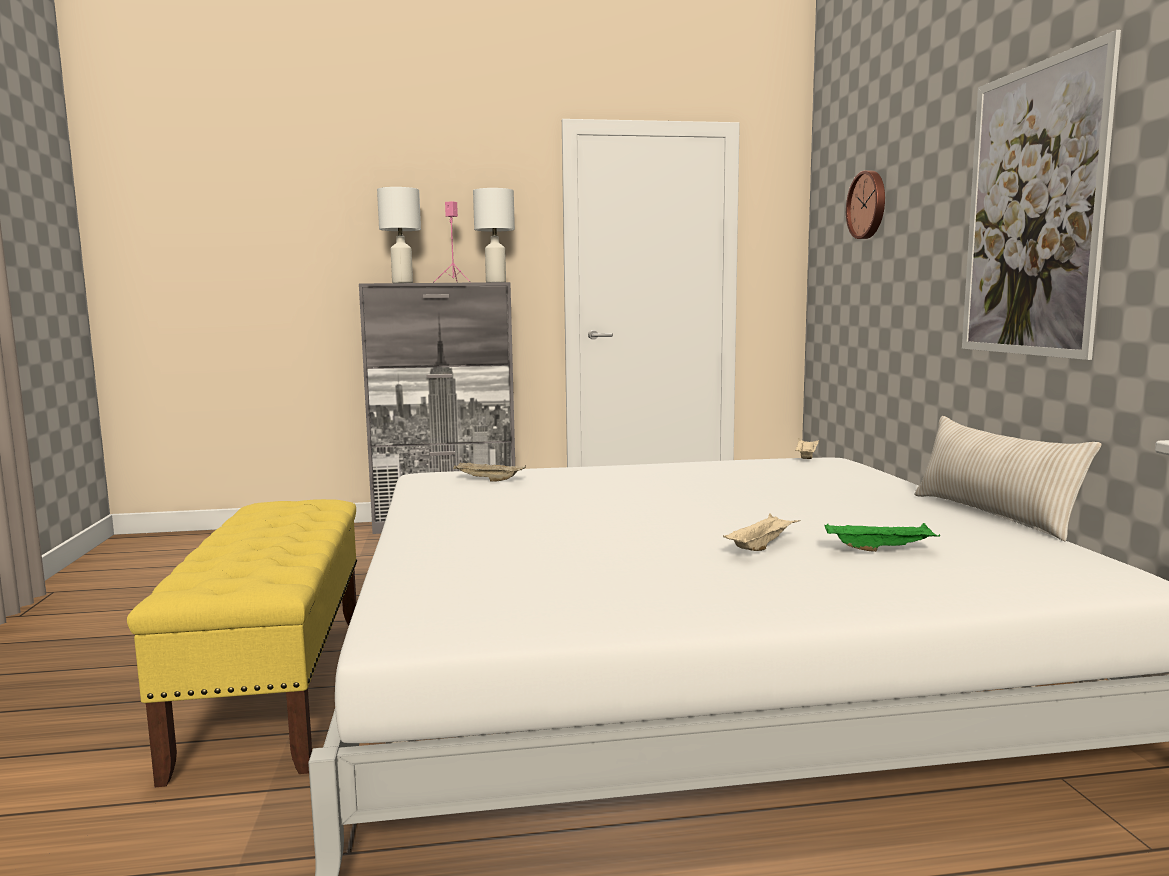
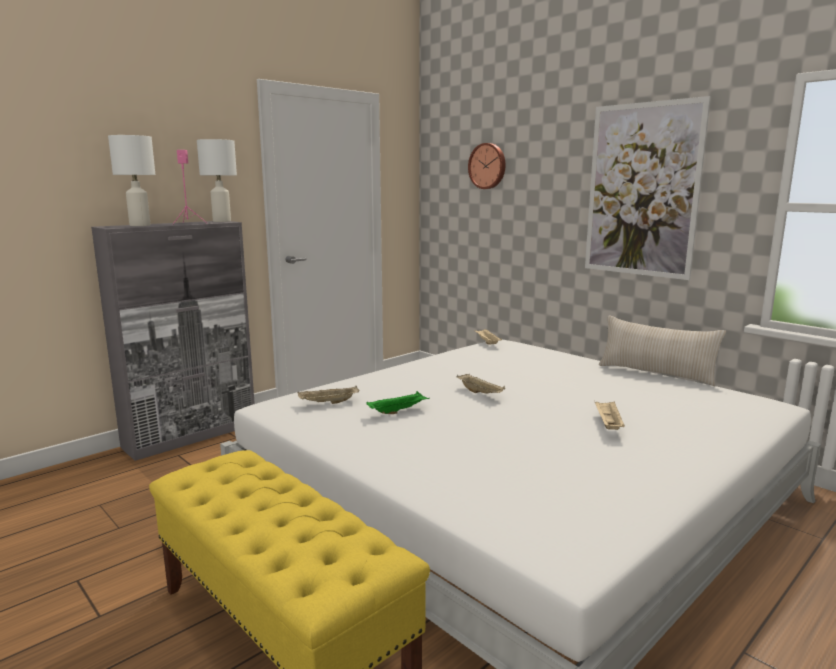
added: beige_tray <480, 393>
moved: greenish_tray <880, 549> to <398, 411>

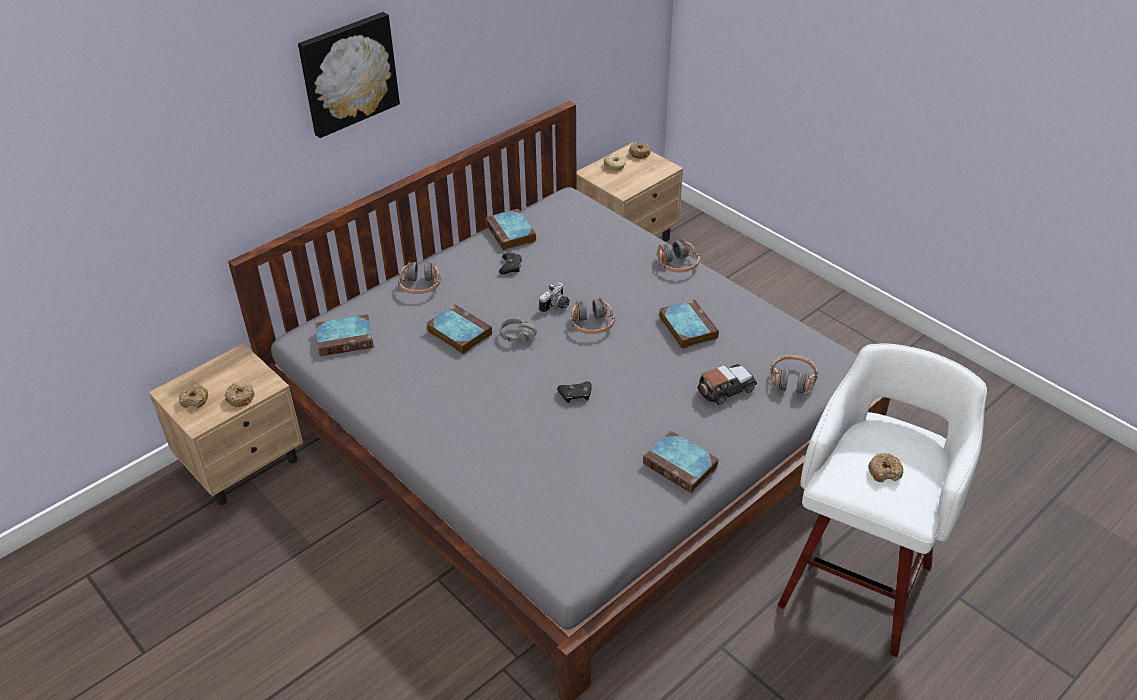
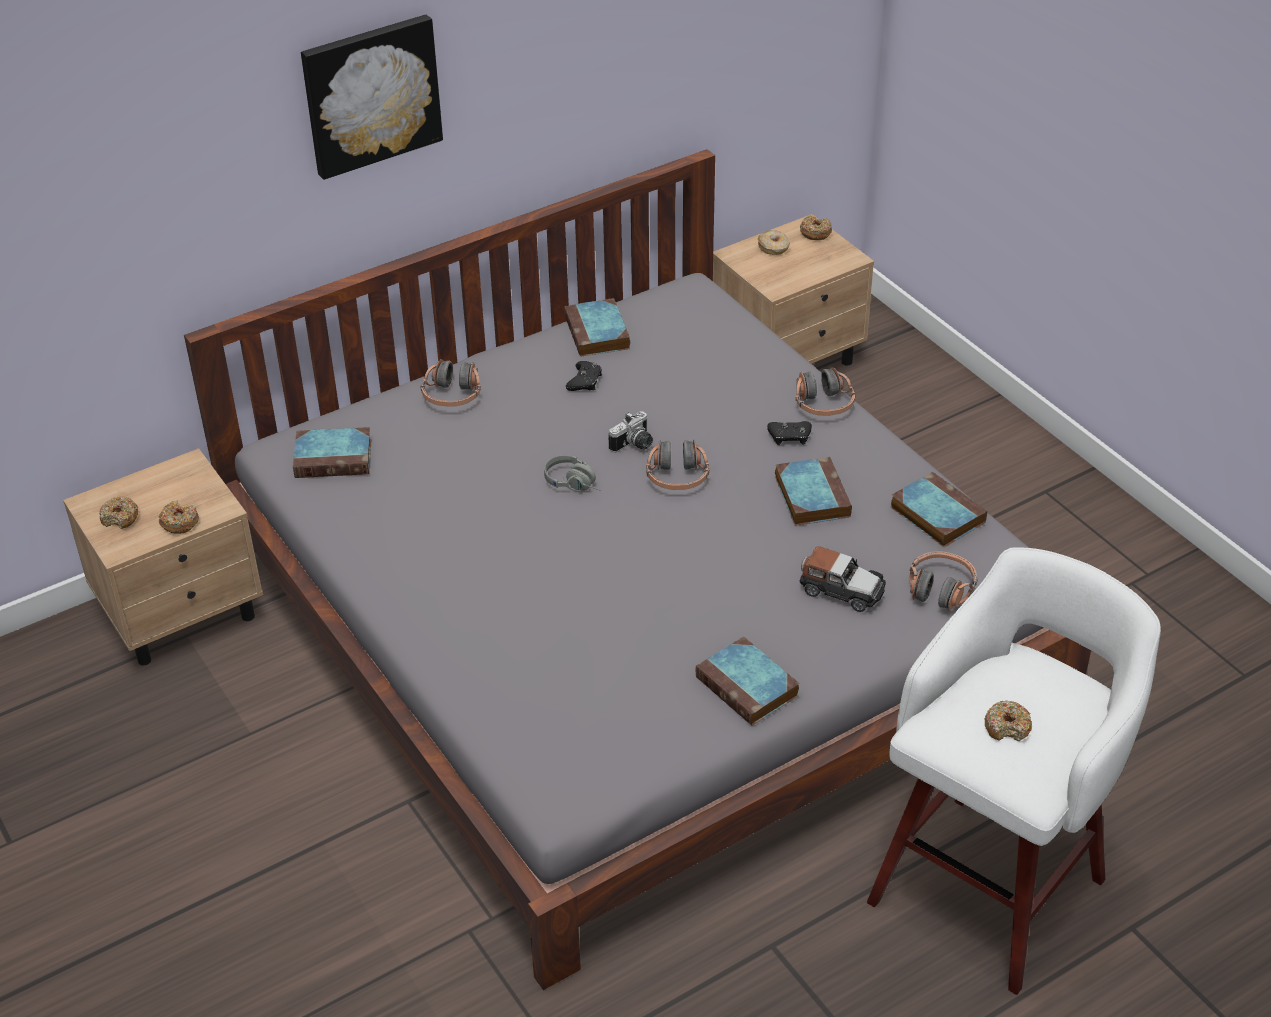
moved: volume <458, 332> to <935, 514>; black_joypad <575, 395> to <789, 436>
turned: miniature_car <726, 389> = <841, 590> 45 degrees clockwise

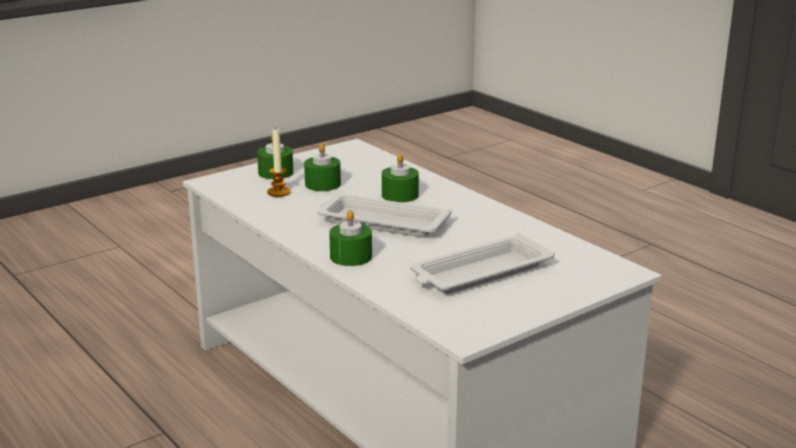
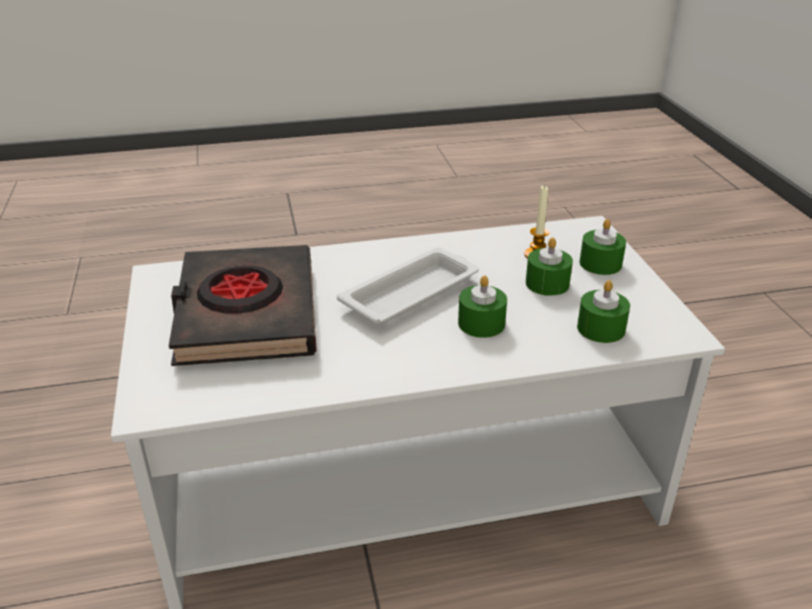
moved: greenish_candle <351, 256> to <601, 328>
replaced: whitish_tray <479, 273> to black_volume <246, 314>

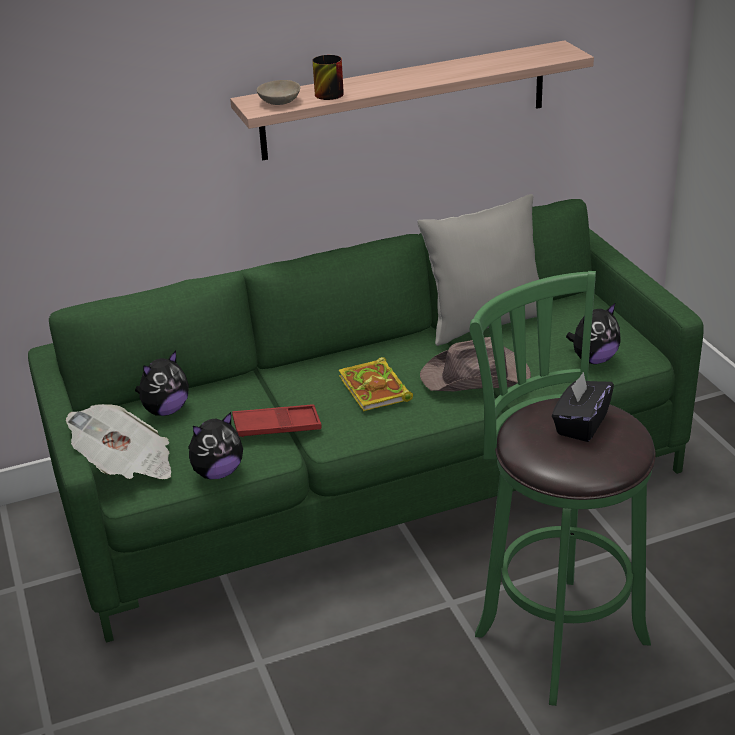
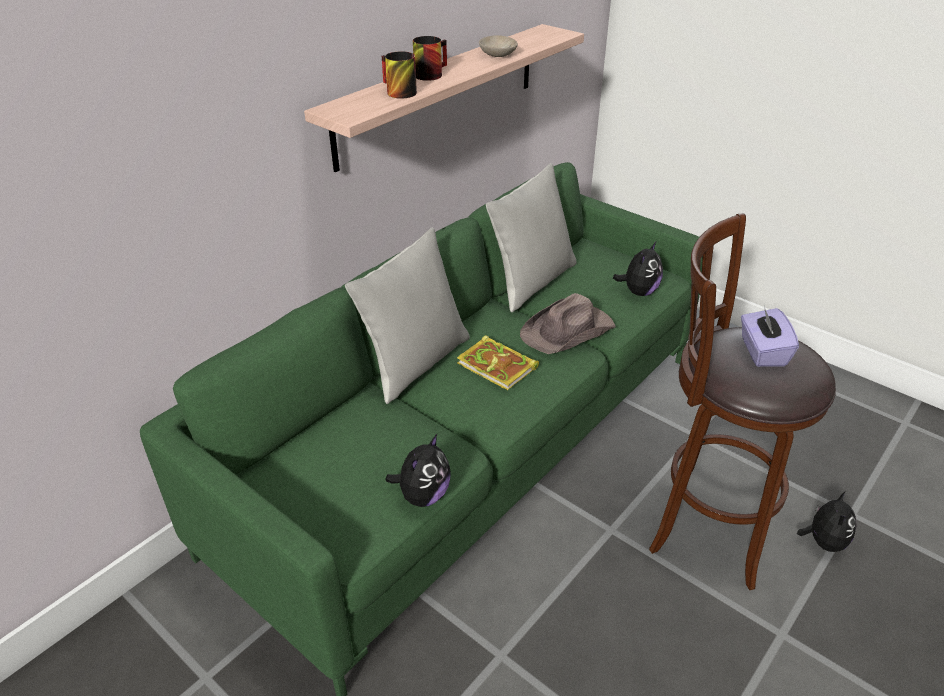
removed: newspaper <127, 465>; red_tray <277, 426>
added: gray_cushion <415, 363>; coffee_mug <429, 73>
moved: plush_toy <165, 410> to <823, 541>; beige_deep_dish <278, 101> to <496, 54>
recoloured: greenish_stool <555, 633> to brownish_stool <704, 525>; black_tissue_holder <581, 424> to purple_tissue_holder <762, 352>

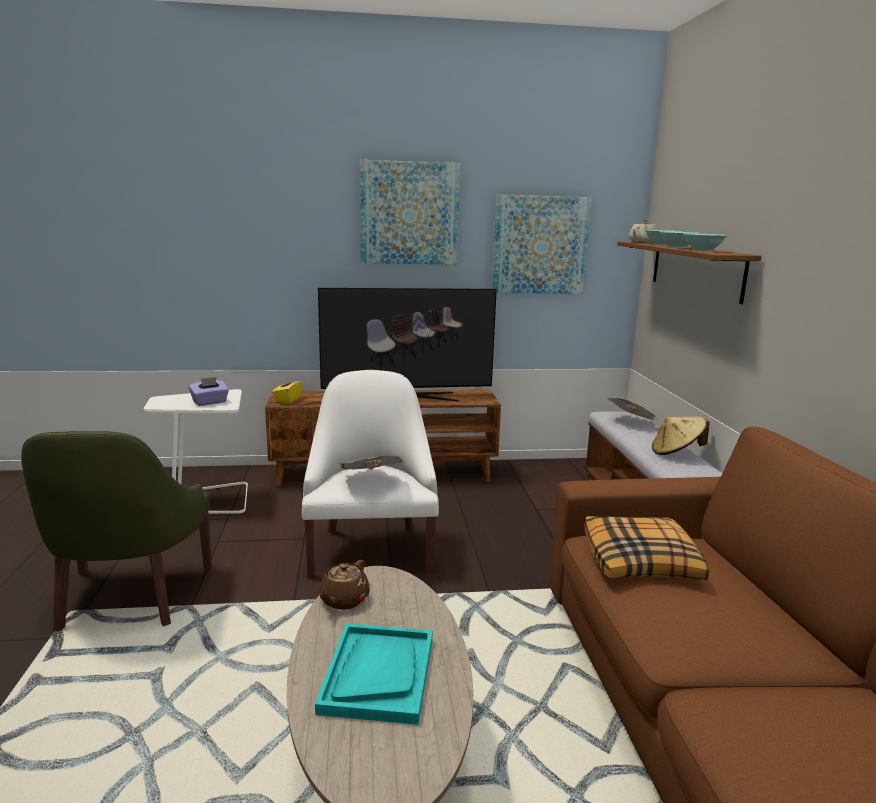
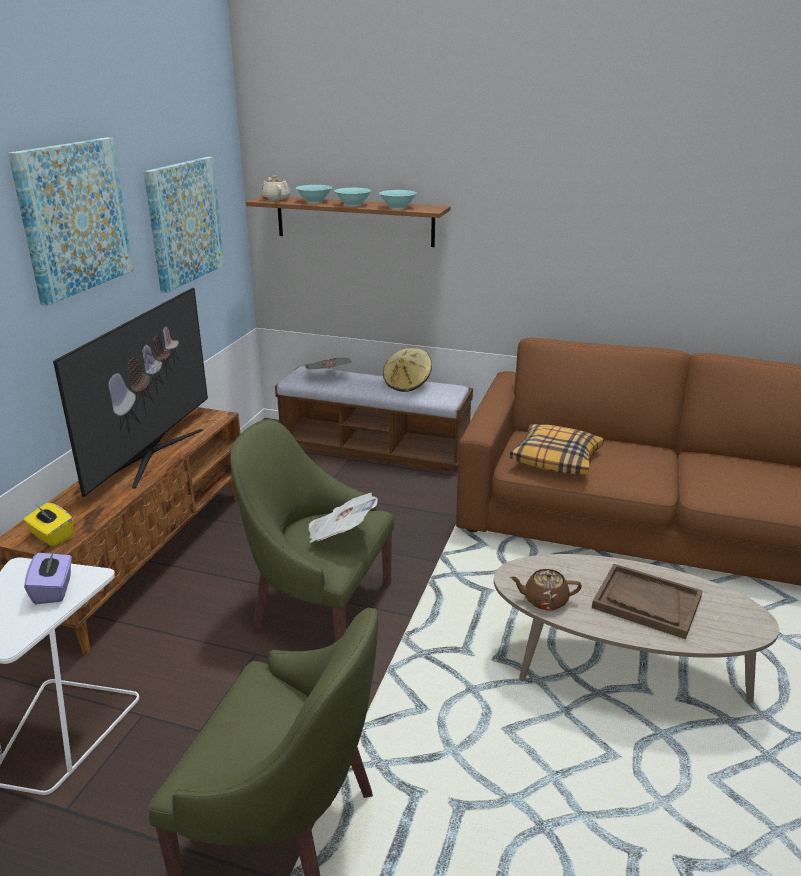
recoloured: whitish_easy_chair <371, 549> to greenish_easy_chair <318, 610>; turquoise-coloured_tray <378, 674> to brownish_tray <646, 602>
turned: brownish_teapot <343, 600> = <544, 600> 135 degrees clockwise

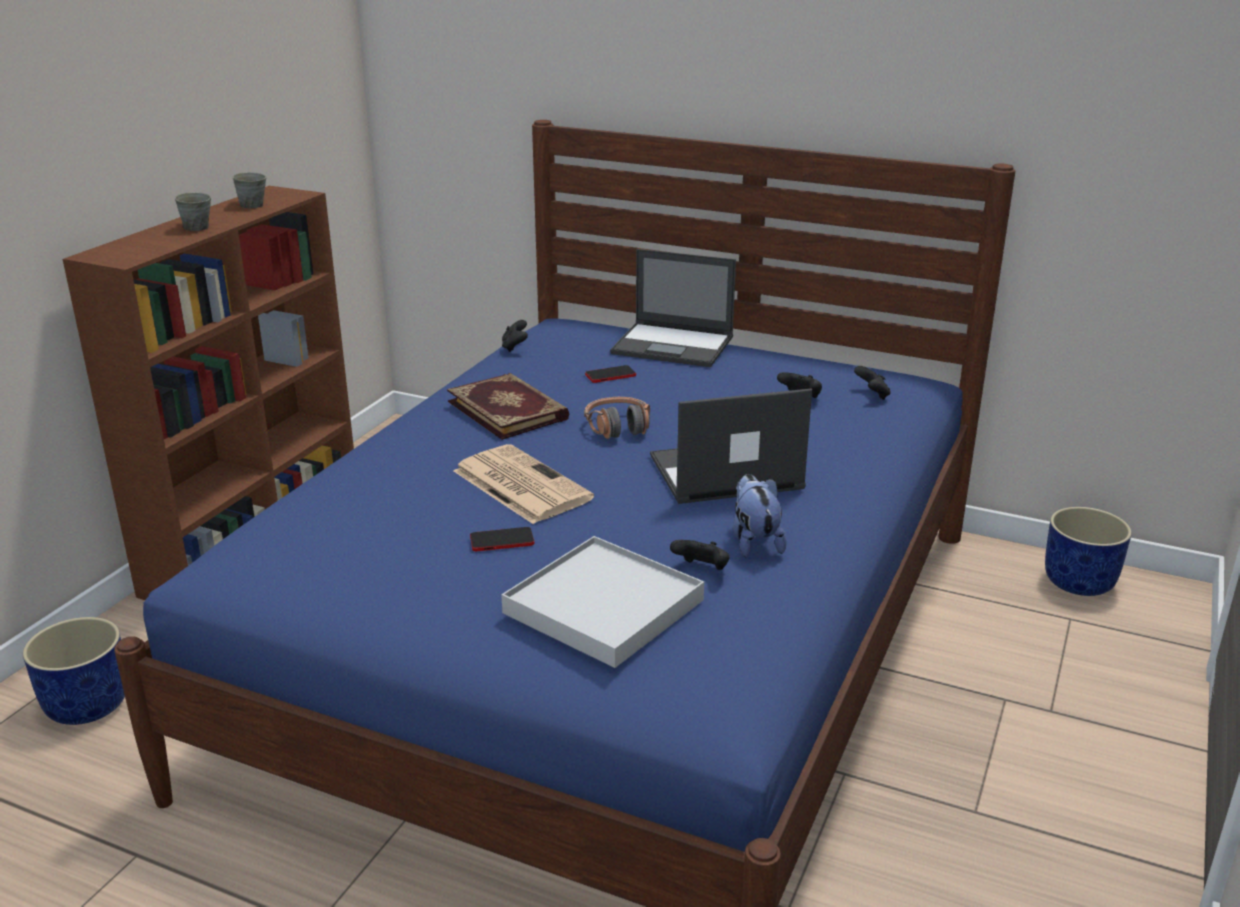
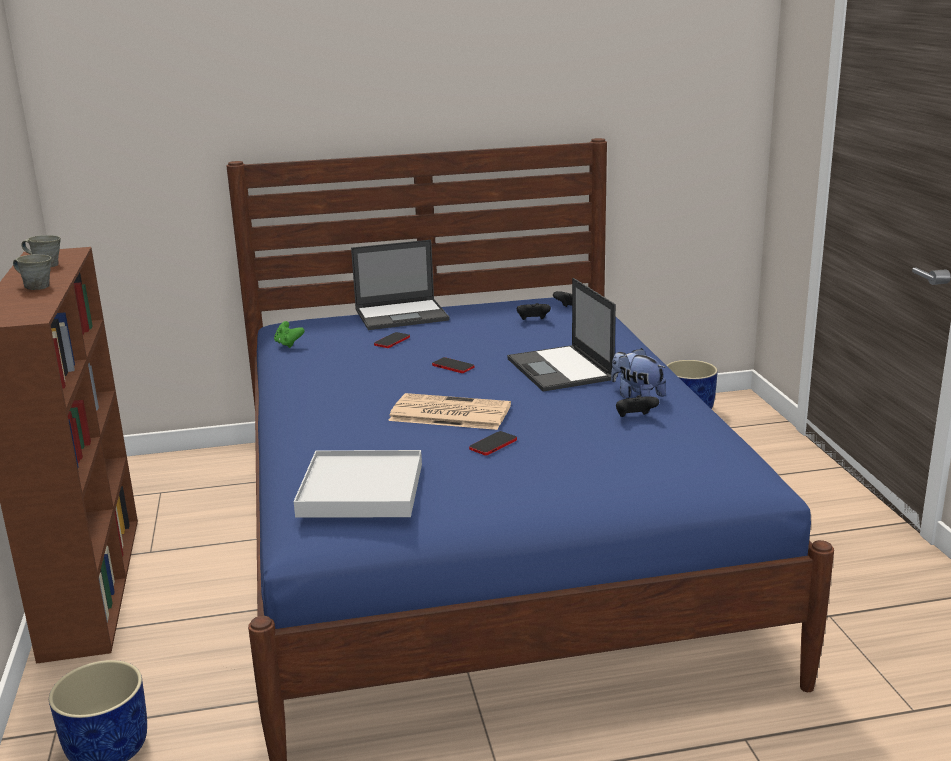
removed: volume <509, 410>
moved: whitish_tray <603, 607> to <361, 490>
replaced: pair_of_headphones <618, 427> to handset <453, 366>
recoloured: black_joypad <515, 347> to greenish_joypad <288, 344>
turned: portable_computer <723, 473> = <561, 369> 60 degrees counterclockwise

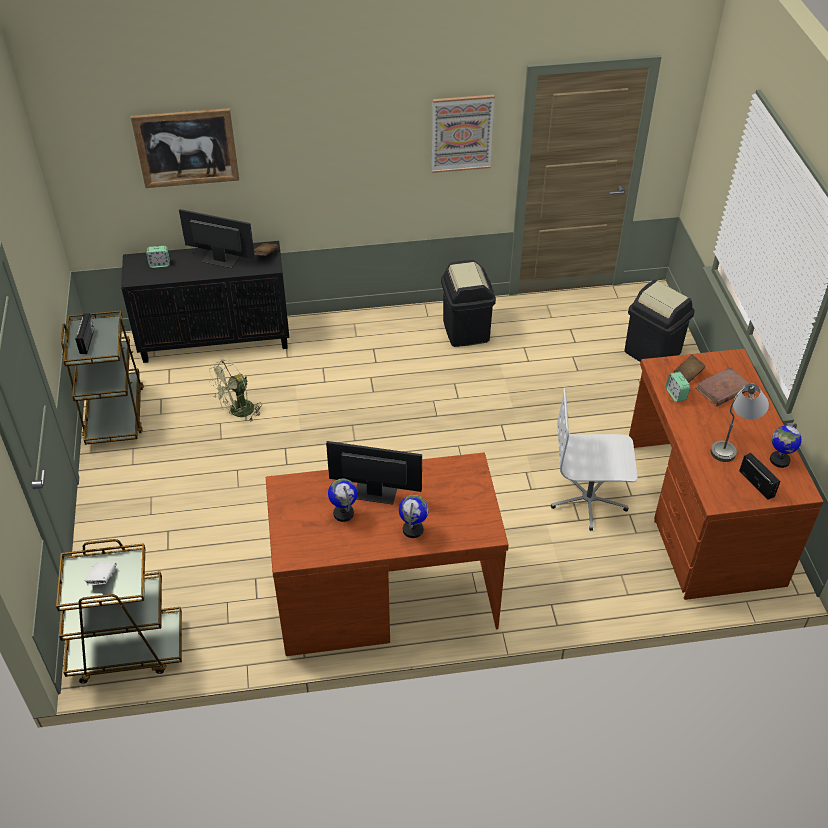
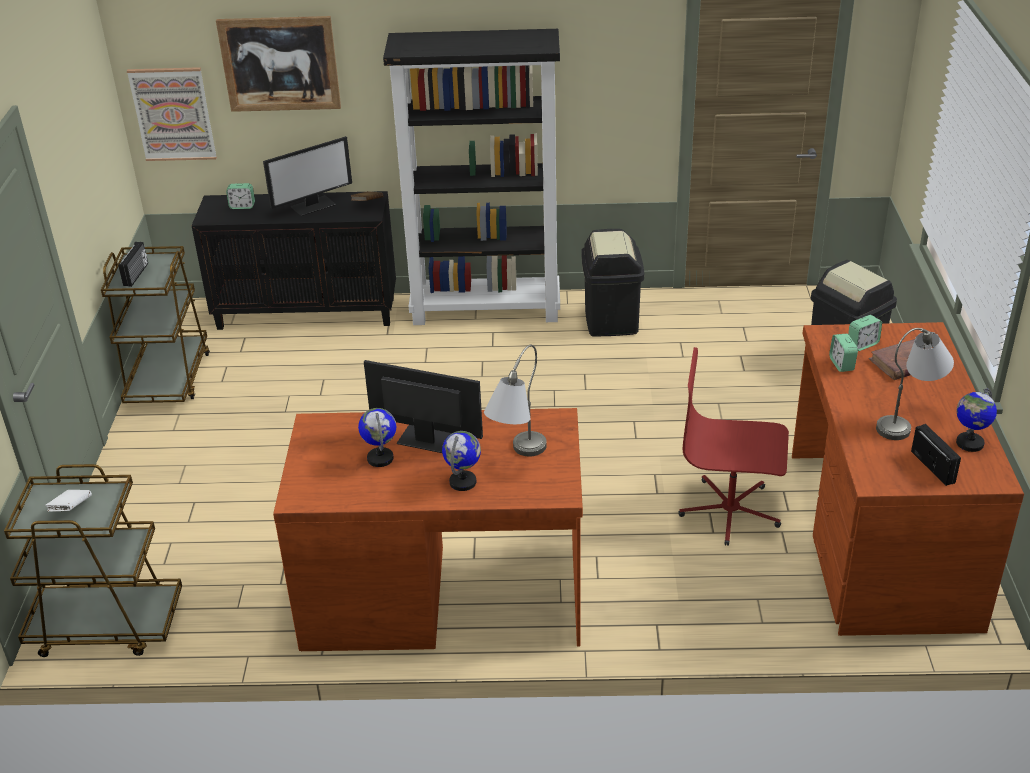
removed: greenish_fan <238, 412>
added: black_bookshelf <487, 309>; gray_tabletop_lamp <517, 458>
moved: wall_picture <462, 133> to <173, 114>
replaced: brownish_volume <688, 374> to bedside_clock <862, 344>
recoloured: whitish_computer_chair <588, 500> to red_computer_chair <730, 511>
turned: computer_screen <220, 259> = <313, 205> 120 degrees clockwise

